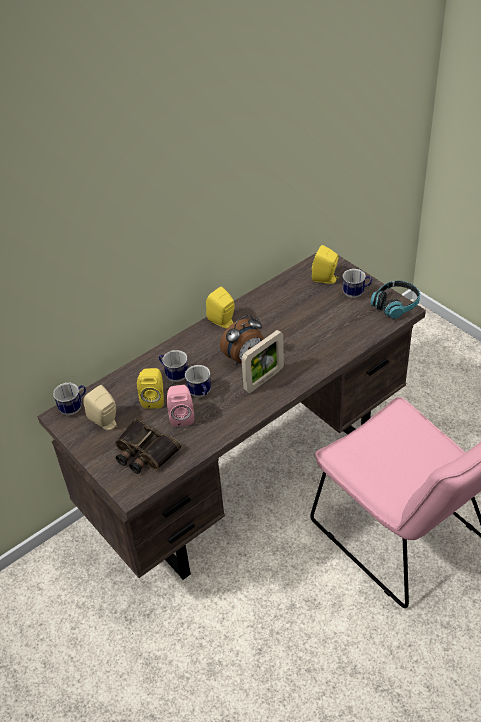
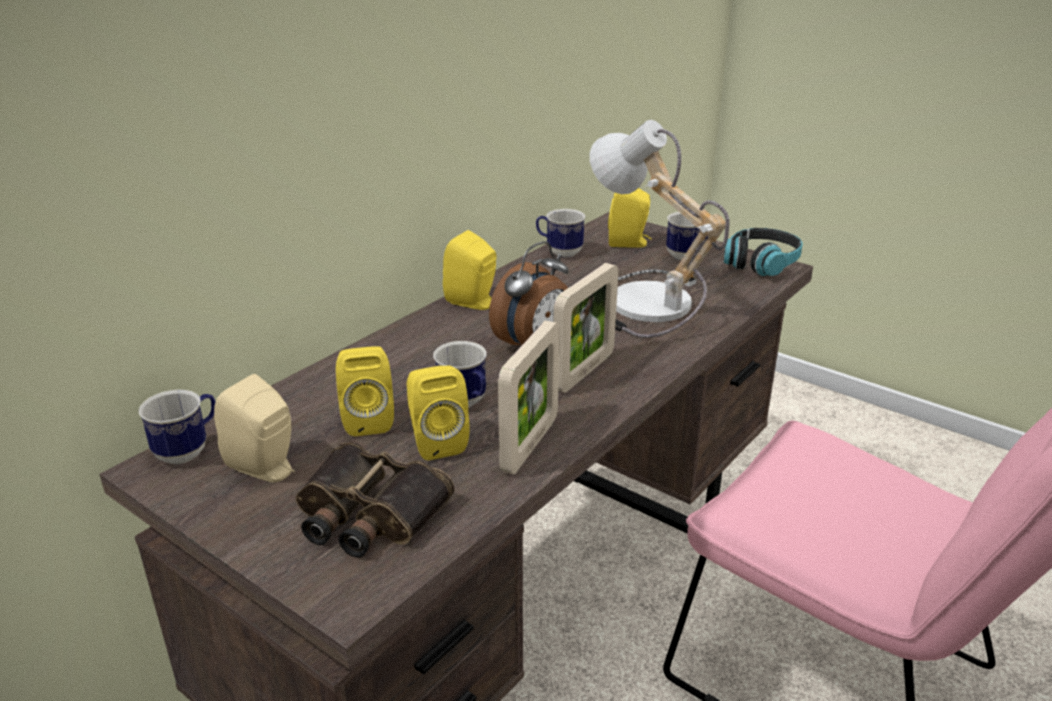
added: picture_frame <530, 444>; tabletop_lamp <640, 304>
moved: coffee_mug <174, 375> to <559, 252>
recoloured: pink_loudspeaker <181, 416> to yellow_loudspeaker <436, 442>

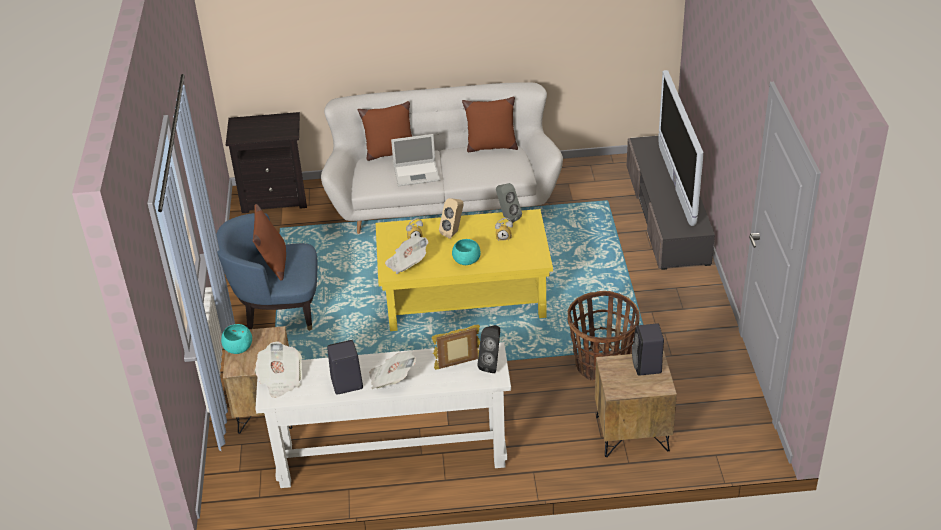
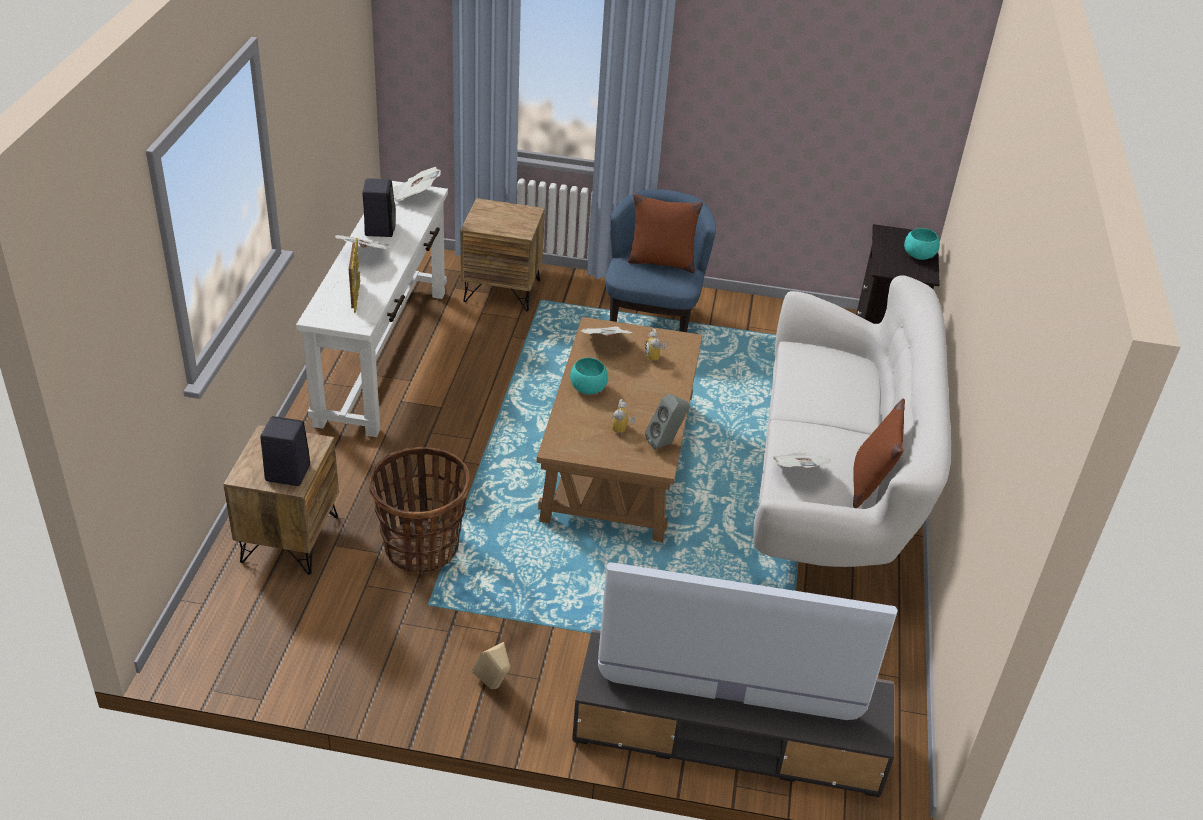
removed: brownish_cushion <389, 153>; portable_computer <417, 173>; black_loudspeaker <492, 364>
added: newspaper <798, 471>
moved: turquoise-coloured_deep_dish <238, 348> to <918, 255>; beige_loudspeaker <453, 232> to <493, 686>
recoloured: yellow_low_table <465, 295> to brownish_low_table <619, 462>

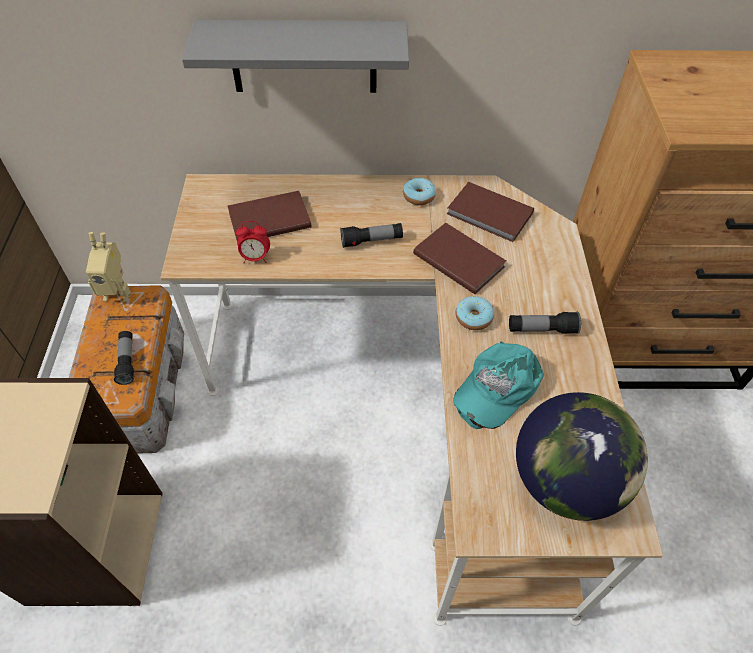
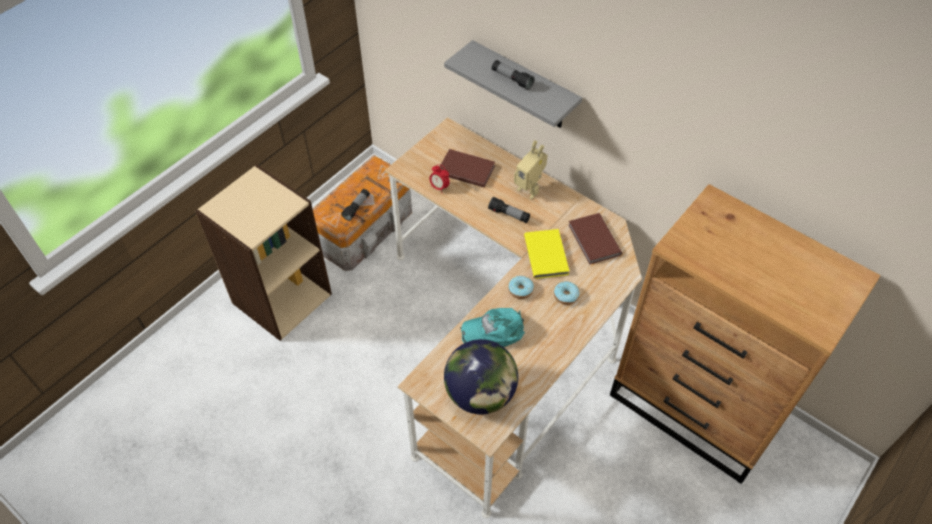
moved: model_robot <118, 292> to <529, 189>; donut <419, 196> to <566, 296>; torch <541, 329> to <512, 79>
recoloured: brownish_volume <459, 259> to yellow_volume <547, 254>

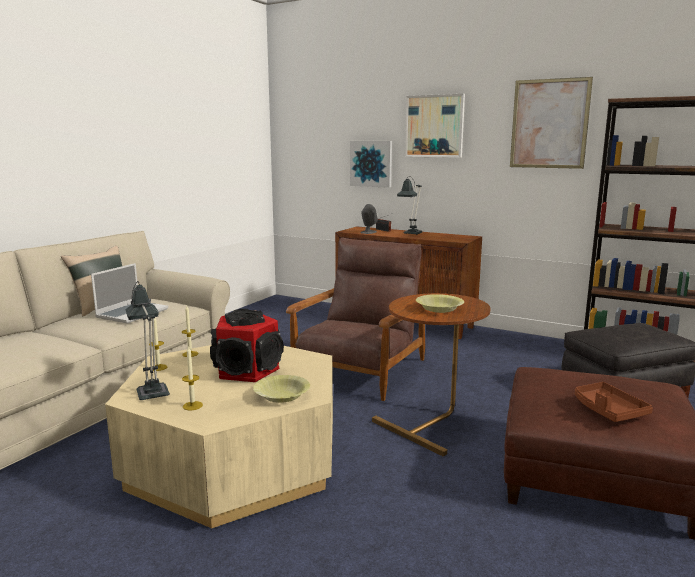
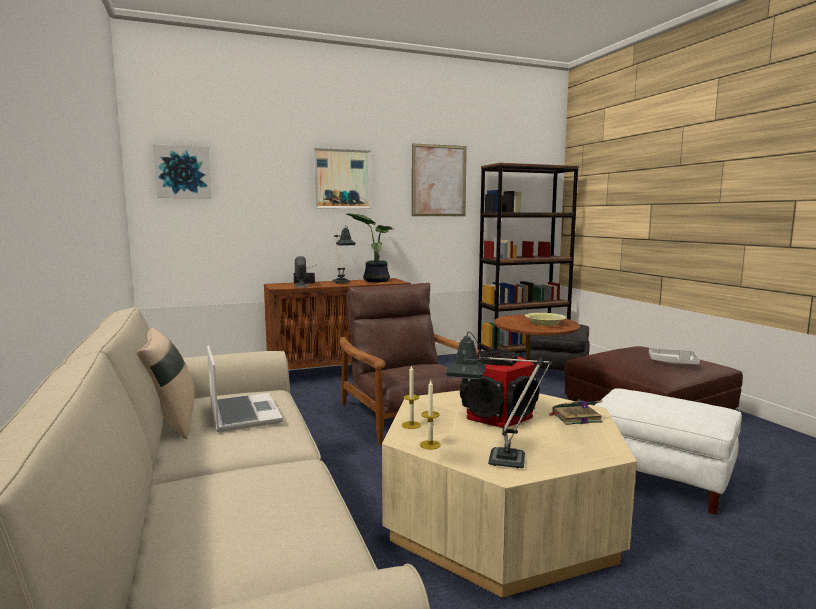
removed: candle <192, 406>
added: houseplant <375, 280>; whitish_footrest <660, 478>
moved: wall_picture <371, 163> to <183, 172>
replaced: yellow_deep_dish <281, 396> to volume <575, 417>
recoloured: brownish_tray <608, 410> to gray_tray <673, 363>

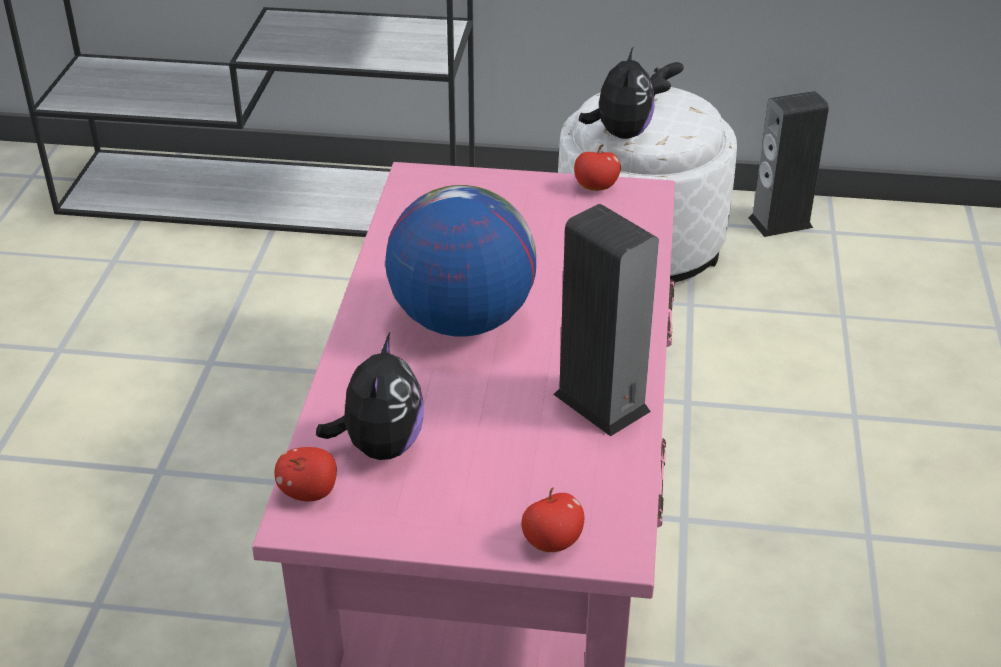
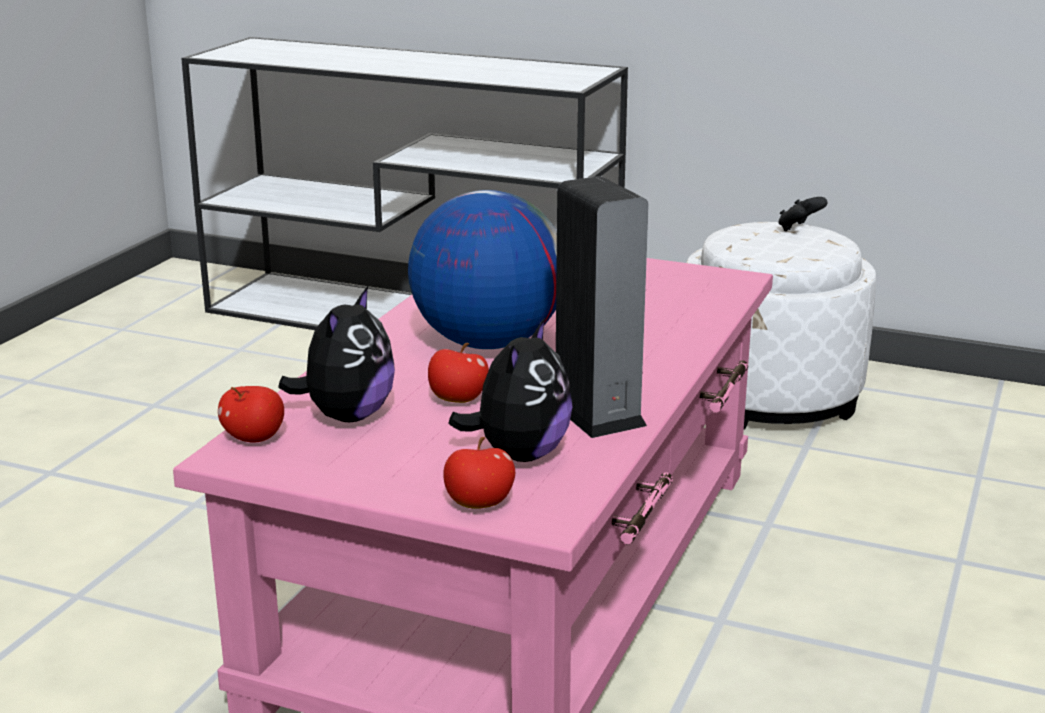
removed: loudspeaker <780, 222>
moved: apple_fruit <596, 187> to <457, 400>; plush_toy <620, 134> to <519, 454>

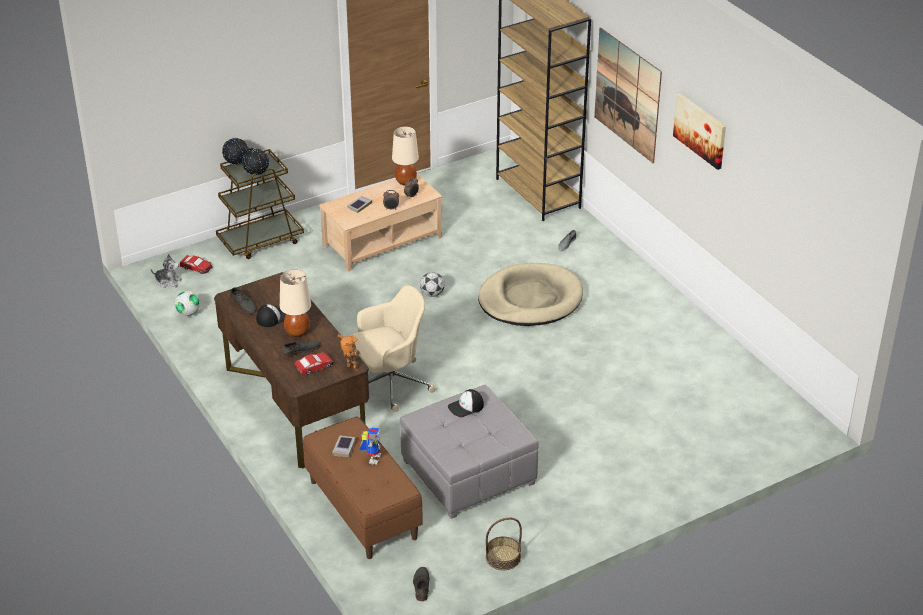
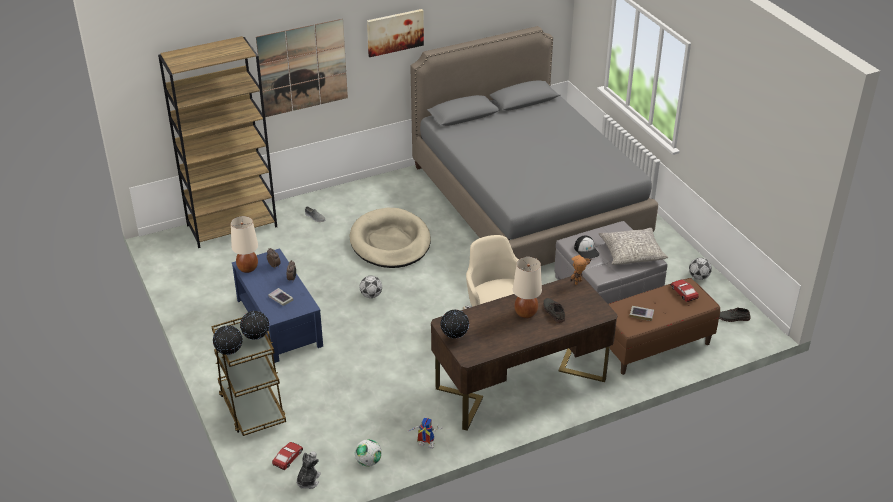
removed: gray_low_shoe <243, 304>; baseball_cap <273, 317>
added: gray_sleeping_bed <527, 202>; world_globe <454, 337>; gray_cushion <632, 253>
moved: miniature_car <314, 367> to <683, 293>; model_robot <372, 457> to <424, 446>
replaced: basket <503, 557> to ball_for_football <698, 277>
recoloured: beige_low_table <382, 241> to bluish_low_table <278, 323>

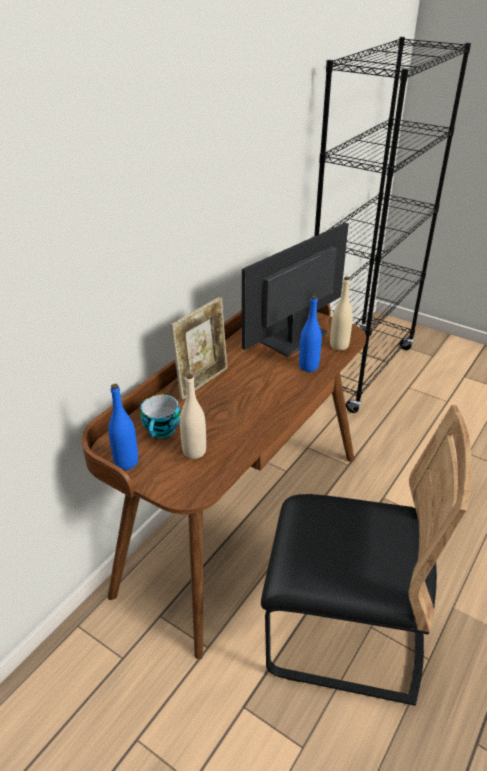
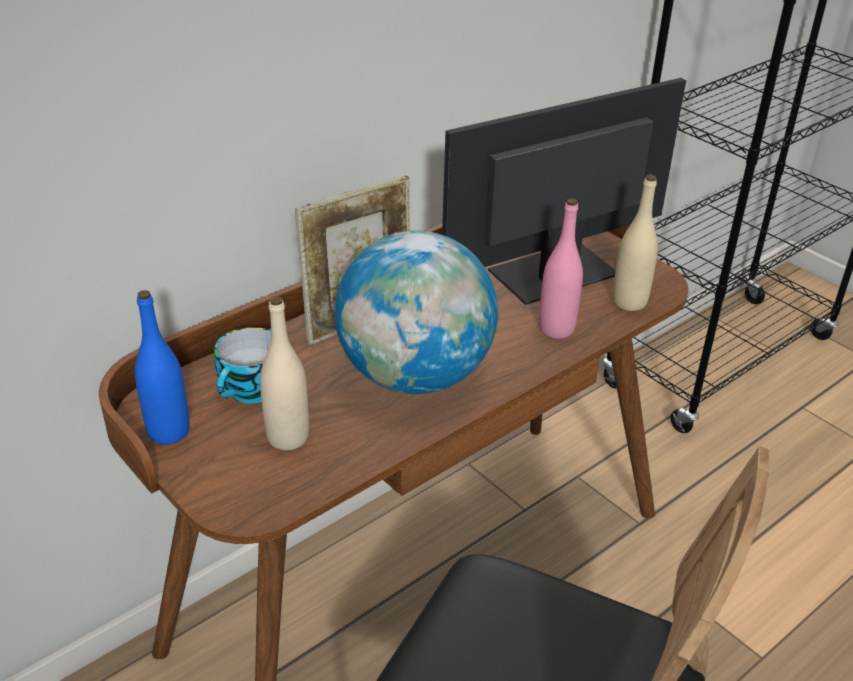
added: world_globe <415, 376>
recoloured: bluish_beverage_bottle <308, 366> to pink_beverage_bottle <556, 329>

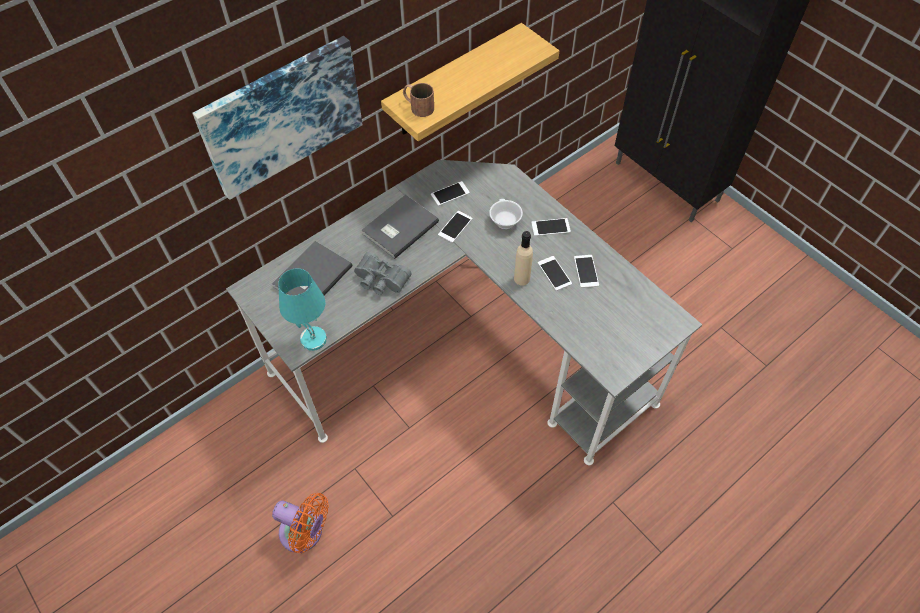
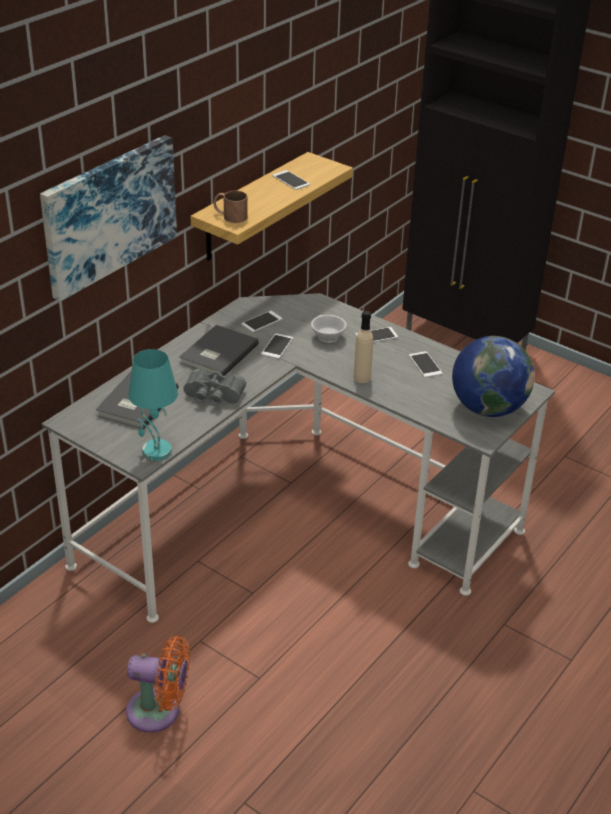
added: world_globe <488, 408>
moved: handset <554, 273> to <291, 180>

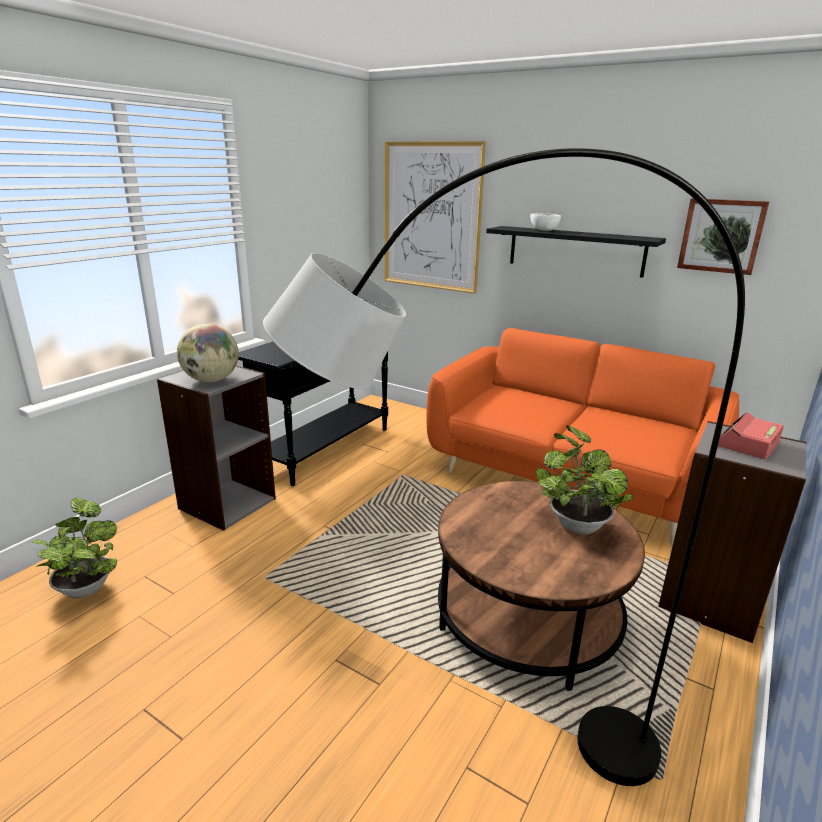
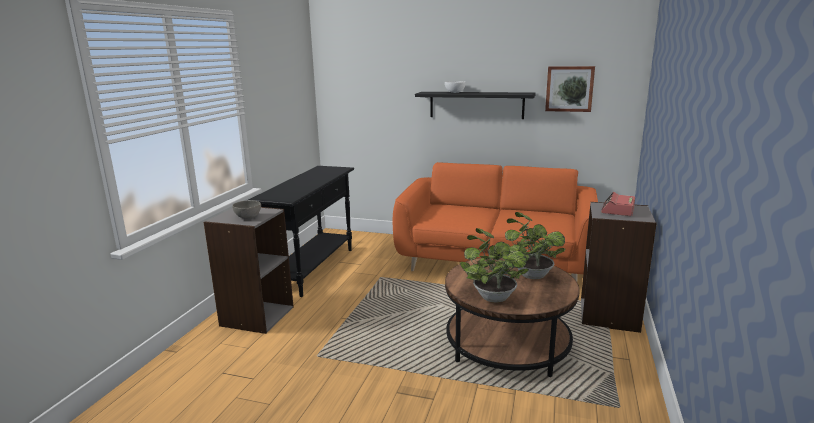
removed: gray_standard_lamp <471, 754>; wall_picture <431, 217>
moved: houseplant <86, 586> to <492, 296>
replaced: world_globe <211, 380> to gray_deep_dish <248, 218>

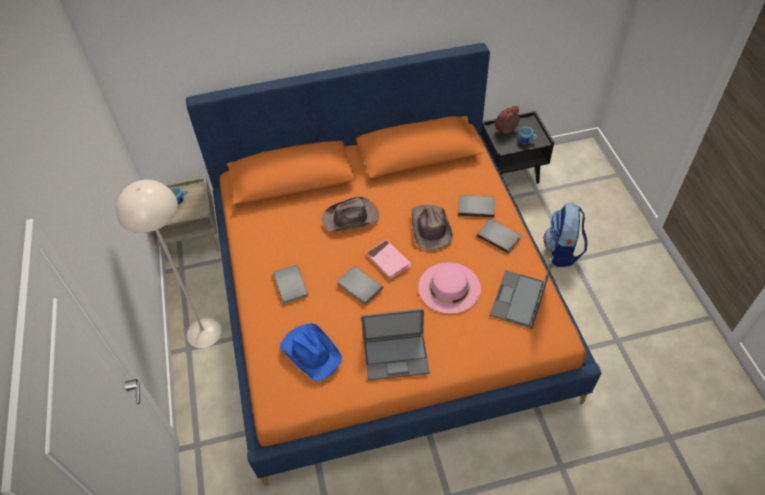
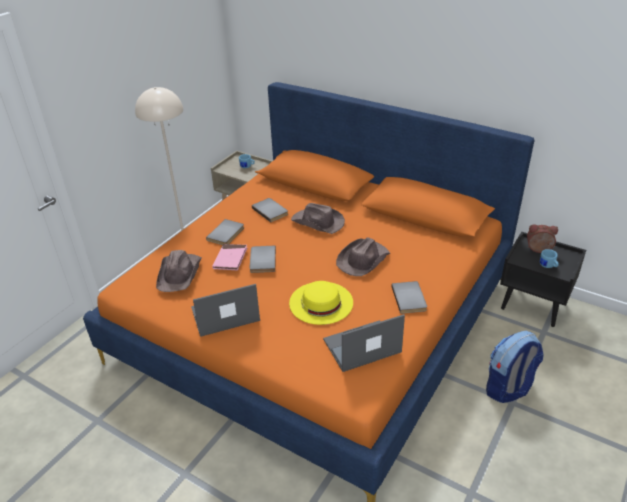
moved: pink_volume <388, 260> to <230, 259>; gray_volume <476, 206> to <271, 211>
recoloured: bluish_clothing_hat <311, 352> to brownish_clothing_hat <180, 273>; pink_clothing_hat <449, 287> to yellow_clothing_hat <321, 302>
turned: portable_computer <396, 356> = <224, 314> 120 degrees clockwise

